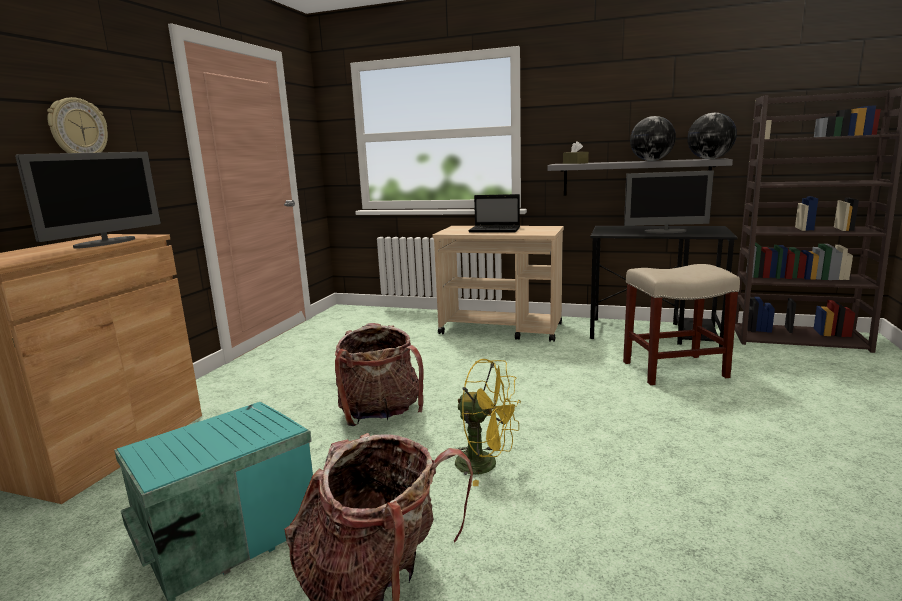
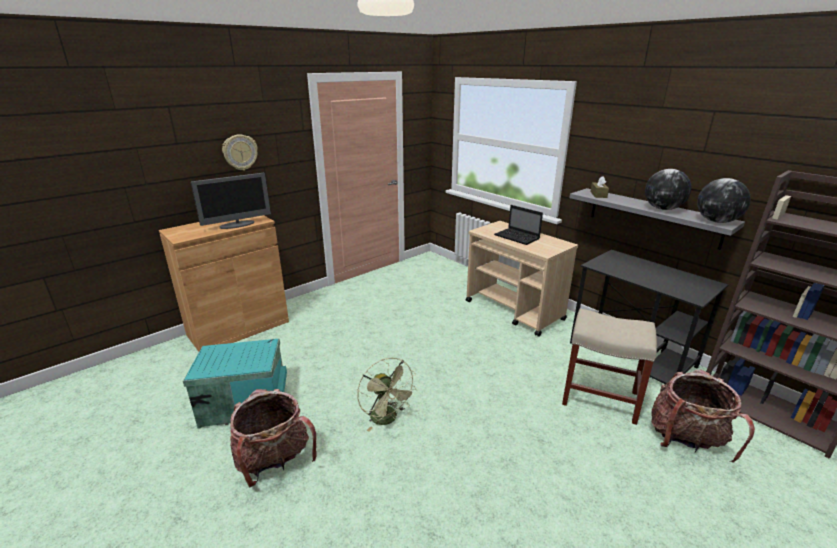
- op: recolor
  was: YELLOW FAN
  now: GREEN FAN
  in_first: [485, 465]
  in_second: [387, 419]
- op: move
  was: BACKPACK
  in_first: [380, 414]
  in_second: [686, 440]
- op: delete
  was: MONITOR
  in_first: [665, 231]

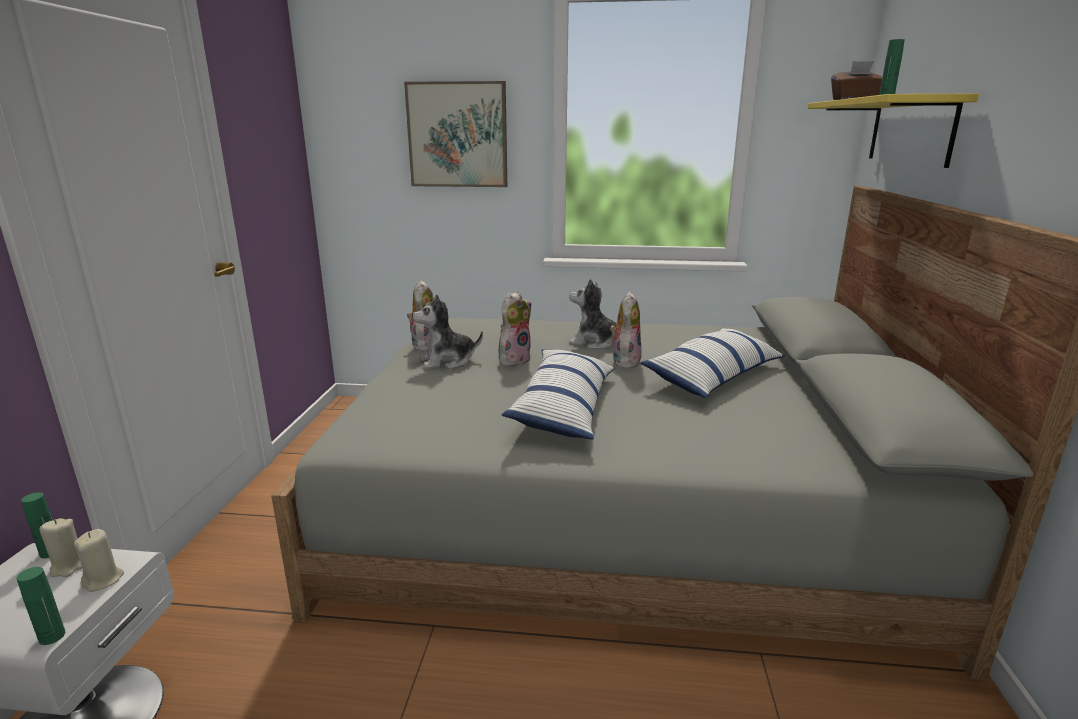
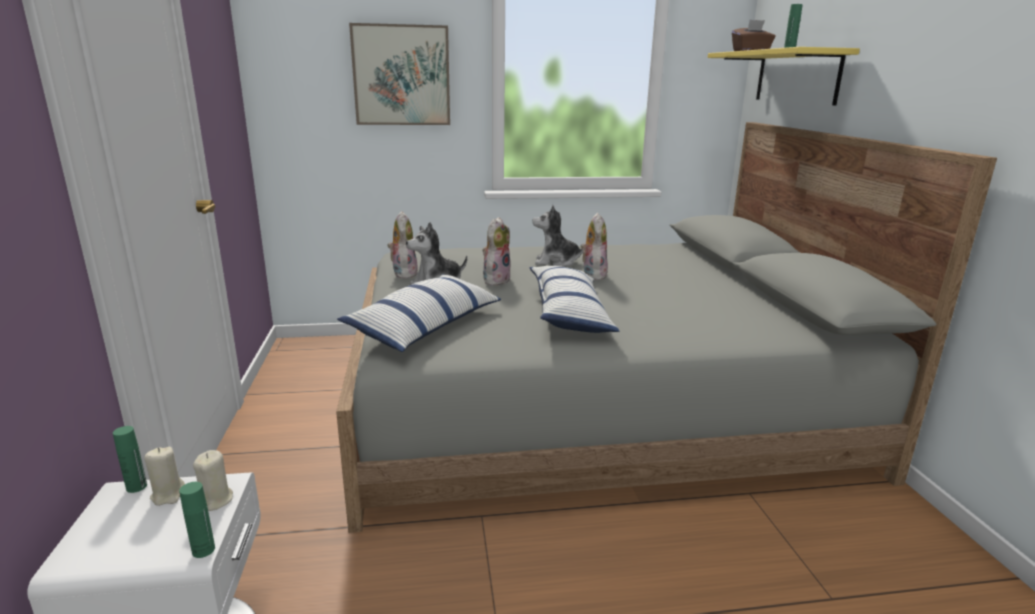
- op: move
  was: PILLOW
  in_first: [713, 376]
  in_second: [426, 326]

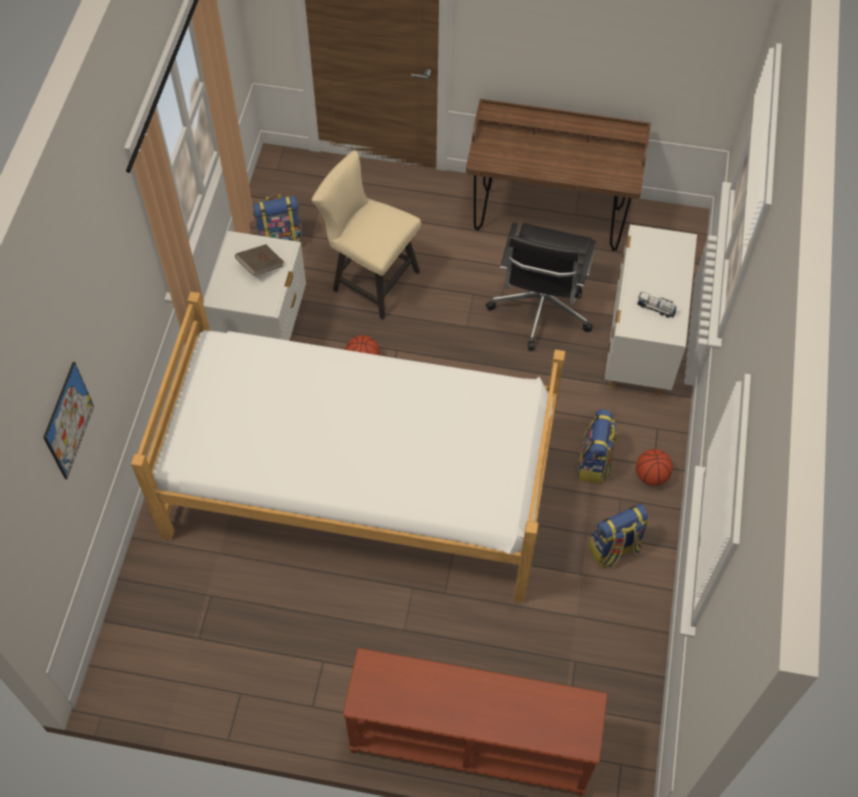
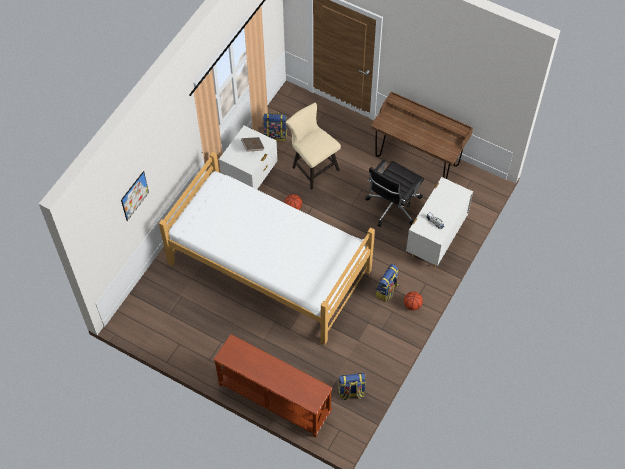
- op: move
  was: BACKPACK
  in_first: [614, 549]
  in_second: [351, 392]

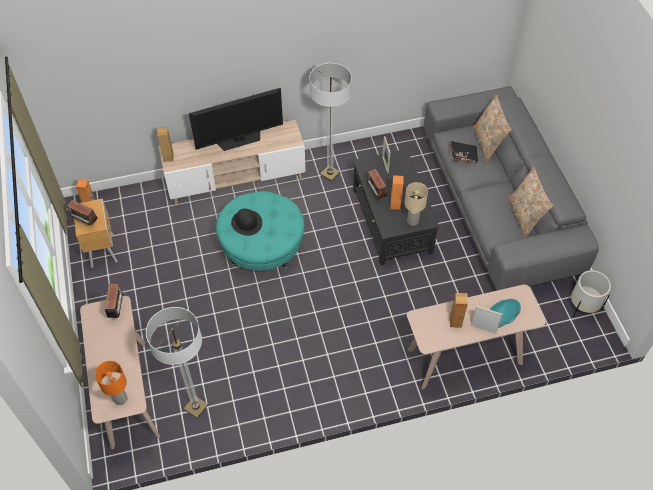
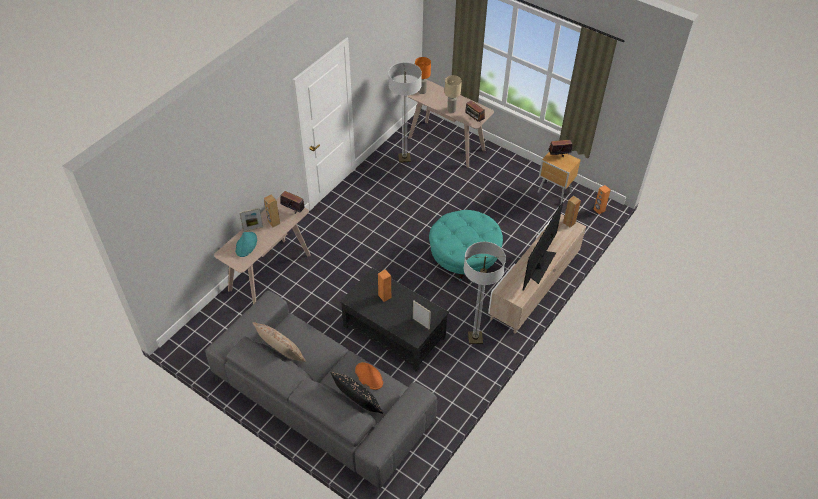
- op: move
  was: RADIO
  in_first: [376, 193]
  in_second: [293, 210]
- op: recolor
  was: BEIGE PILLOW
  now: BLACK PILLOW
  in_first: [487, 143]
  in_second: [358, 404]
- op: replace
  was: BLACK BOOK
  now: ORANGE HAT
  in_first: [463, 156]
  in_second: [368, 376]
- op: move
  was: BEIGE TABLE LAMP
  in_first: [413, 221]
  in_second: [451, 110]
- op: delete
  was: BLACK HAT
  in_first: [246, 222]
- op: delete
  was: WHITE PLANTER
  in_first: [583, 305]

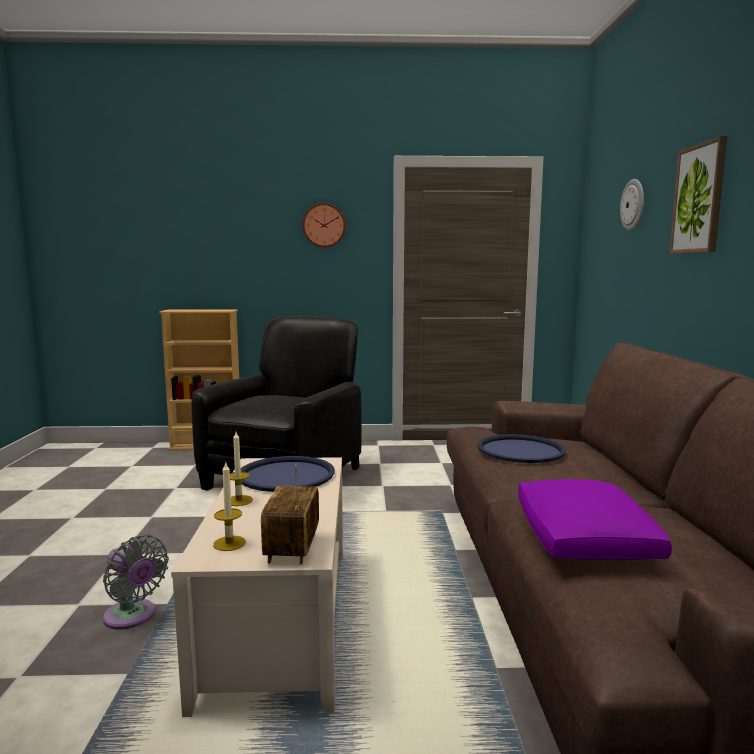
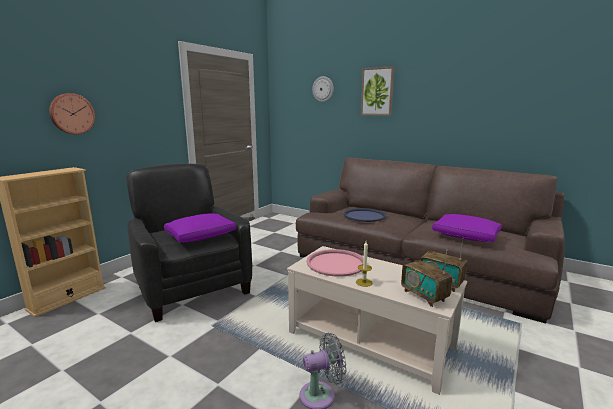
- op: move
  was: WALL CLOCK
  in_first: [324, 225]
  in_second: [71, 114]
- op: insert
  now: PURPLE PILLOW
  in_second: [201, 236]
- op: recolor
  was: BLUE TRAY
  now: PINK TRAY
  in_first: [286, 475]
  in_second: [336, 263]
- op: replace
  was: CANDLE
  now: RADIO
  in_first: [229, 543]
  in_second: [424, 296]

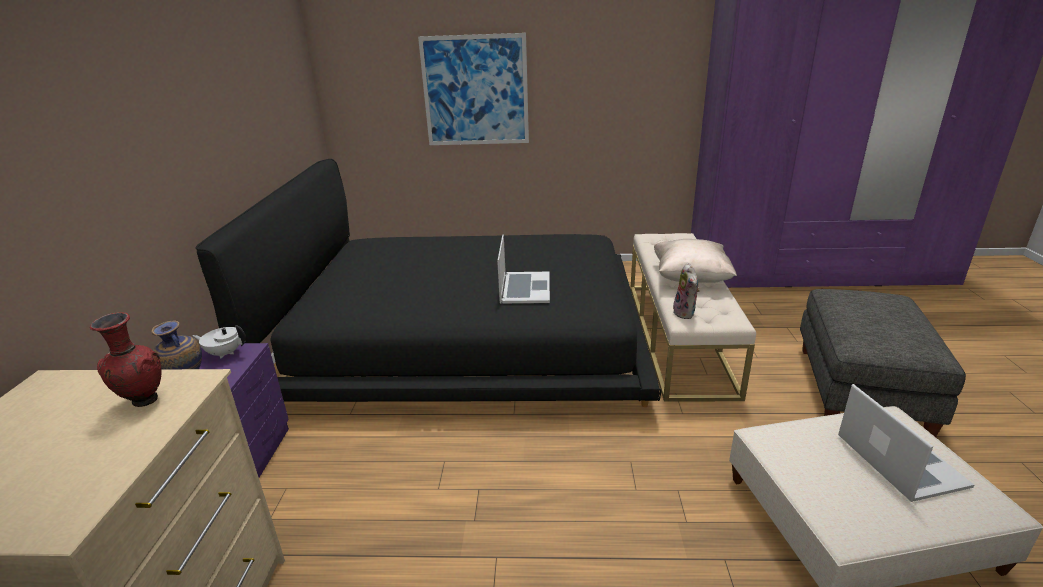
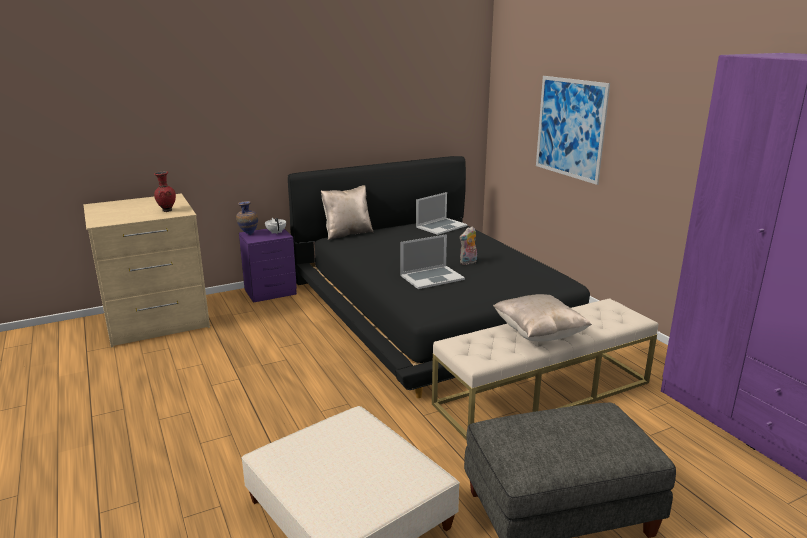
- op: insert
  now: BEIGE PILLOW
  in_second: [347, 234]
- op: move
  was: LAPTOP
  in_first: [899, 460]
  in_second: [441, 226]
- op: move
  was: PLUSH TOY
  in_first: [686, 313]
  in_second: [468, 262]

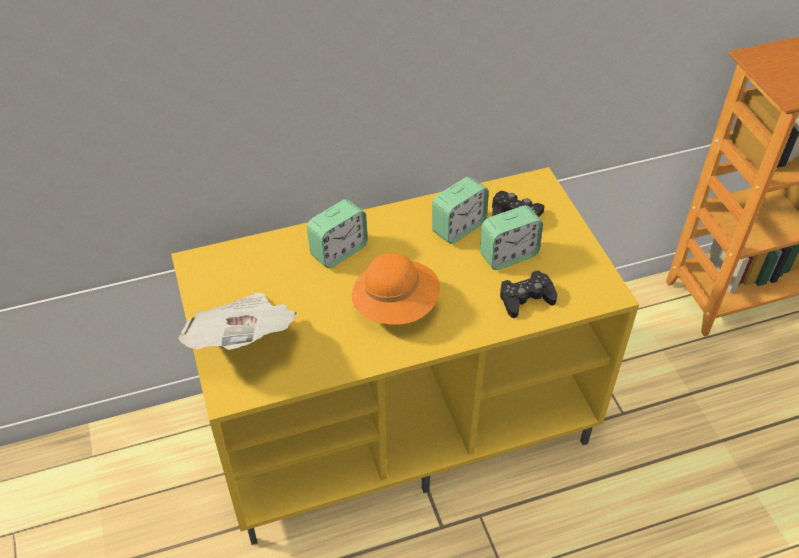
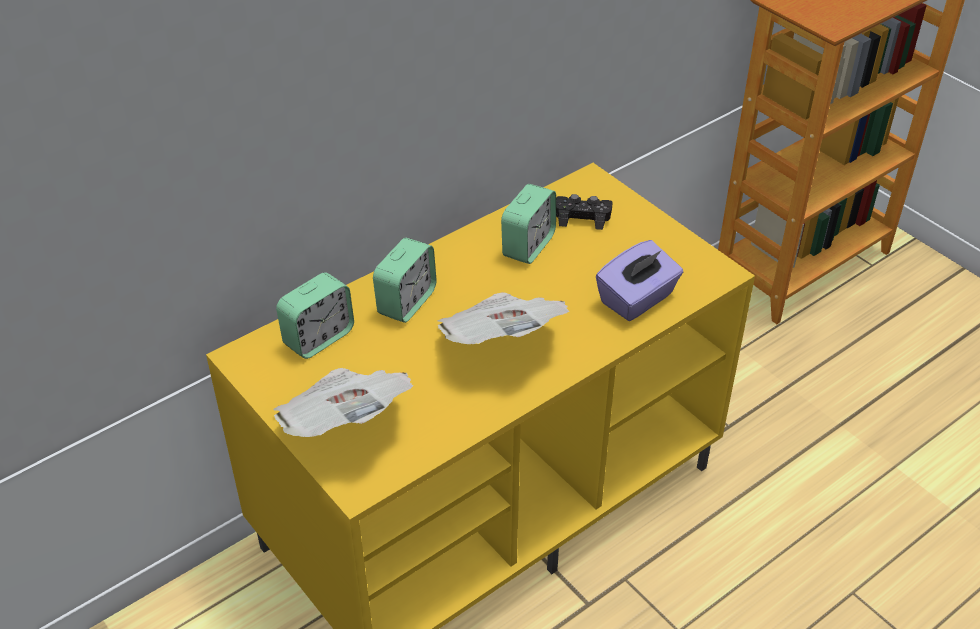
- op: move
  was: ALARM CLOCK
  in_first: [508, 255]
  in_second: [318, 338]
- op: replace
  was: ORANGE HAT
  now: NEWSPAPER
  in_first: [396, 305]
  in_second: [501, 342]
- op: replace
  was: BLACK GAME CONTROLLER
  now: PURPLE TISSUE BOX
  in_first: [526, 298]
  in_second: [637, 299]

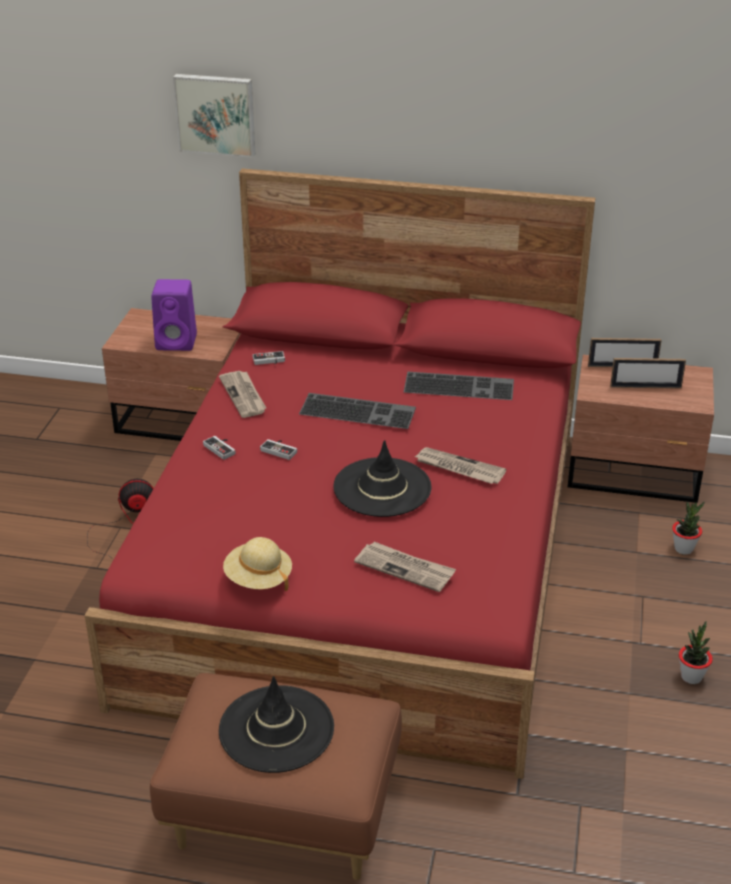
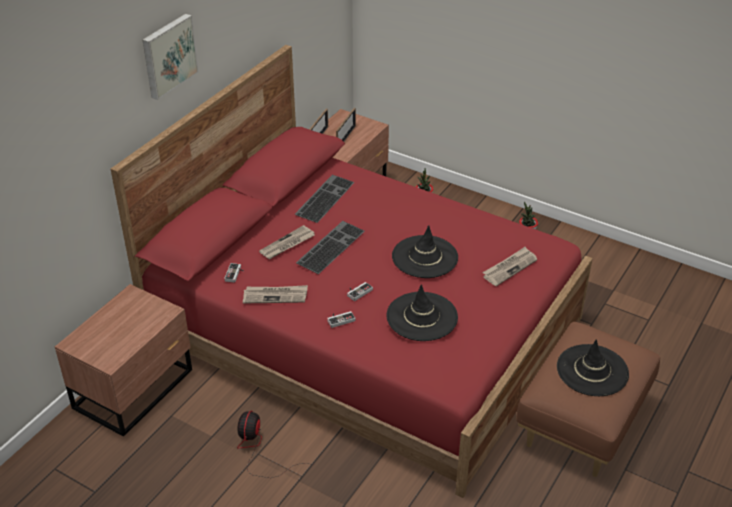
- op: move
  was: PICTURE
  in_first: [216, 114]
  in_second: [168, 55]
- op: move
  was: NEWSPAPER
  in_first: [458, 468]
  in_second: [287, 244]
- op: insert
  now: BLACK HAT
  in_second: [422, 317]
- op: delete
  was: PURPLE SPEAKER
  in_first: [178, 342]
- op: delete
  was: BEIGE HAT
  in_first: [258, 579]

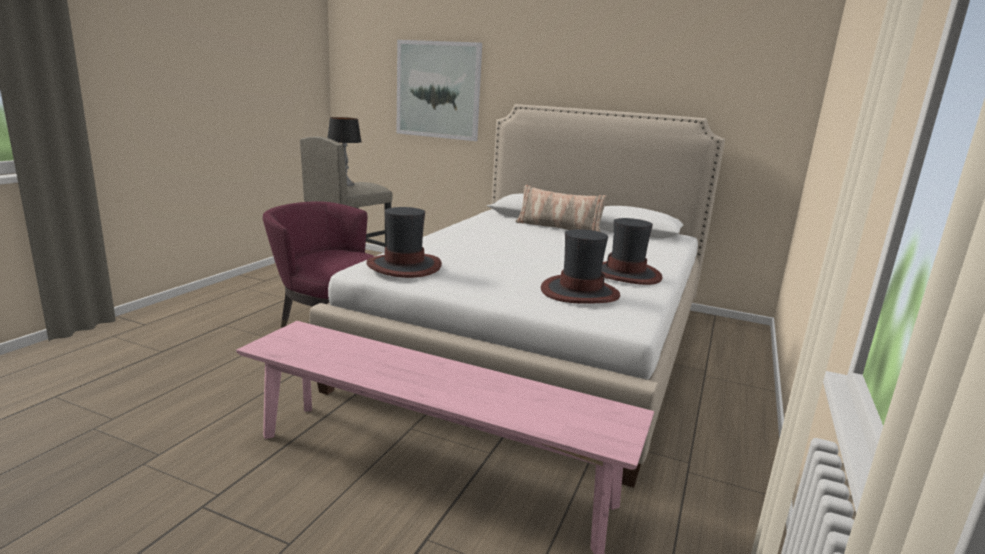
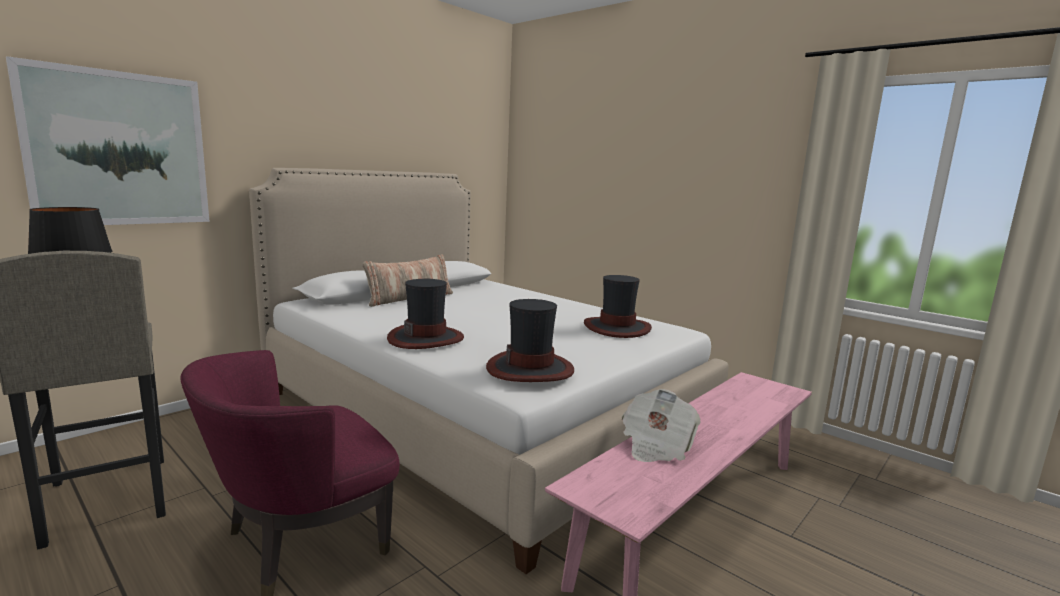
- op: move
  was: HAT
  in_first: [626, 274]
  in_second: [426, 338]
- op: insert
  now: NEWSPAPER
  in_second: [656, 445]

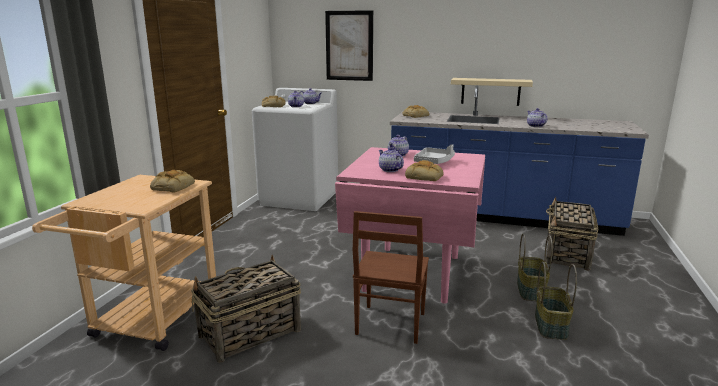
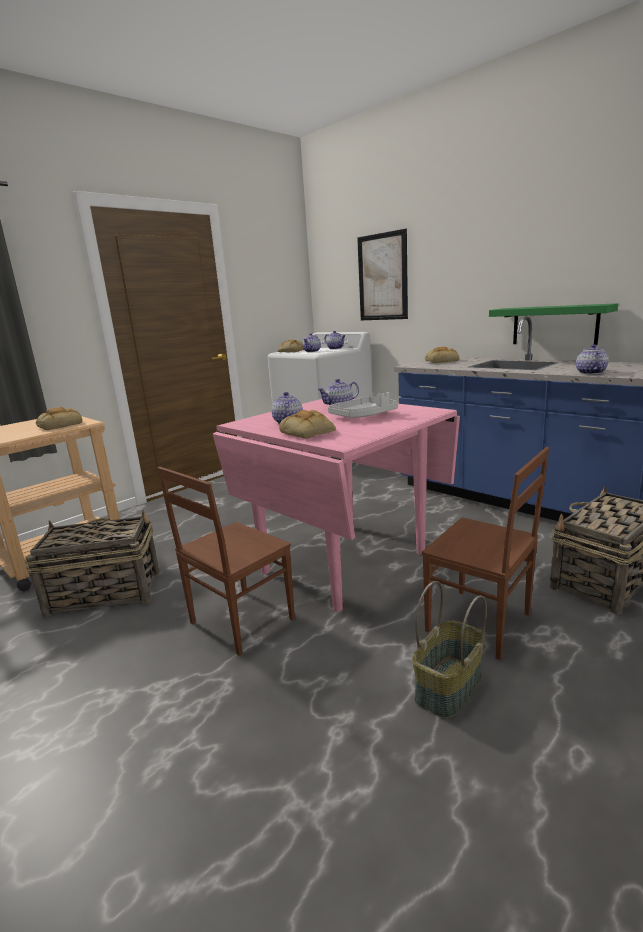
- op: replace
  was: BASKET
  now: BROWN CHAIR
  in_first: [531, 290]
  in_second: [479, 623]
- op: recolor
  was: BEIGE SHELF
  now: GREEN SHELF
  in_first: [490, 91]
  in_second: [554, 325]

